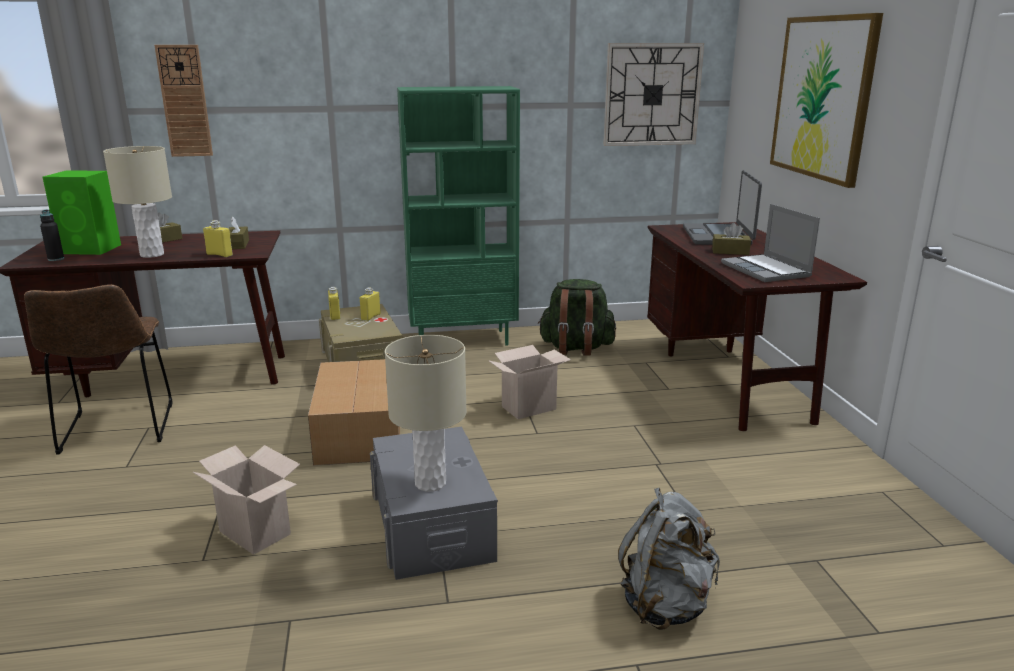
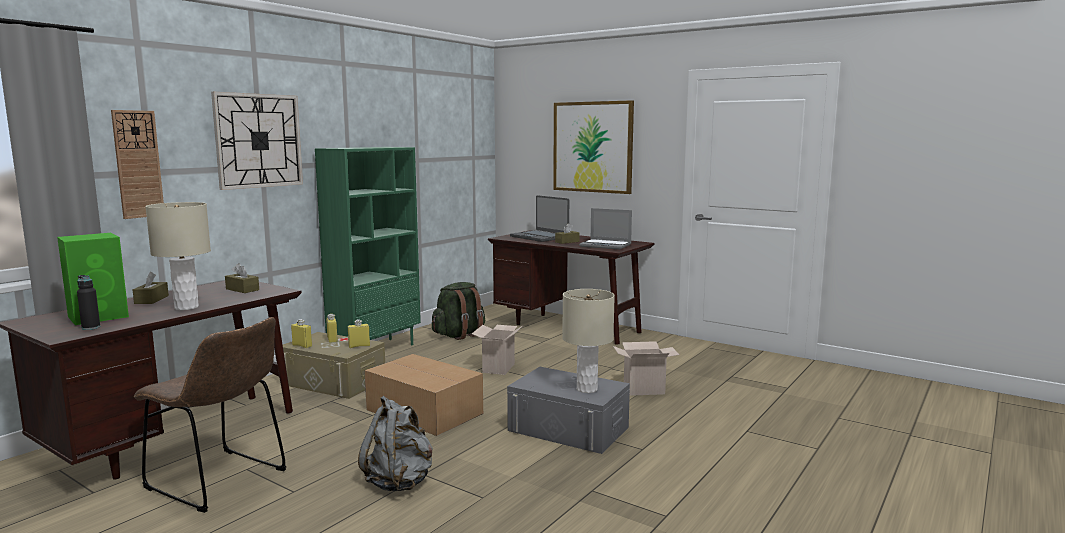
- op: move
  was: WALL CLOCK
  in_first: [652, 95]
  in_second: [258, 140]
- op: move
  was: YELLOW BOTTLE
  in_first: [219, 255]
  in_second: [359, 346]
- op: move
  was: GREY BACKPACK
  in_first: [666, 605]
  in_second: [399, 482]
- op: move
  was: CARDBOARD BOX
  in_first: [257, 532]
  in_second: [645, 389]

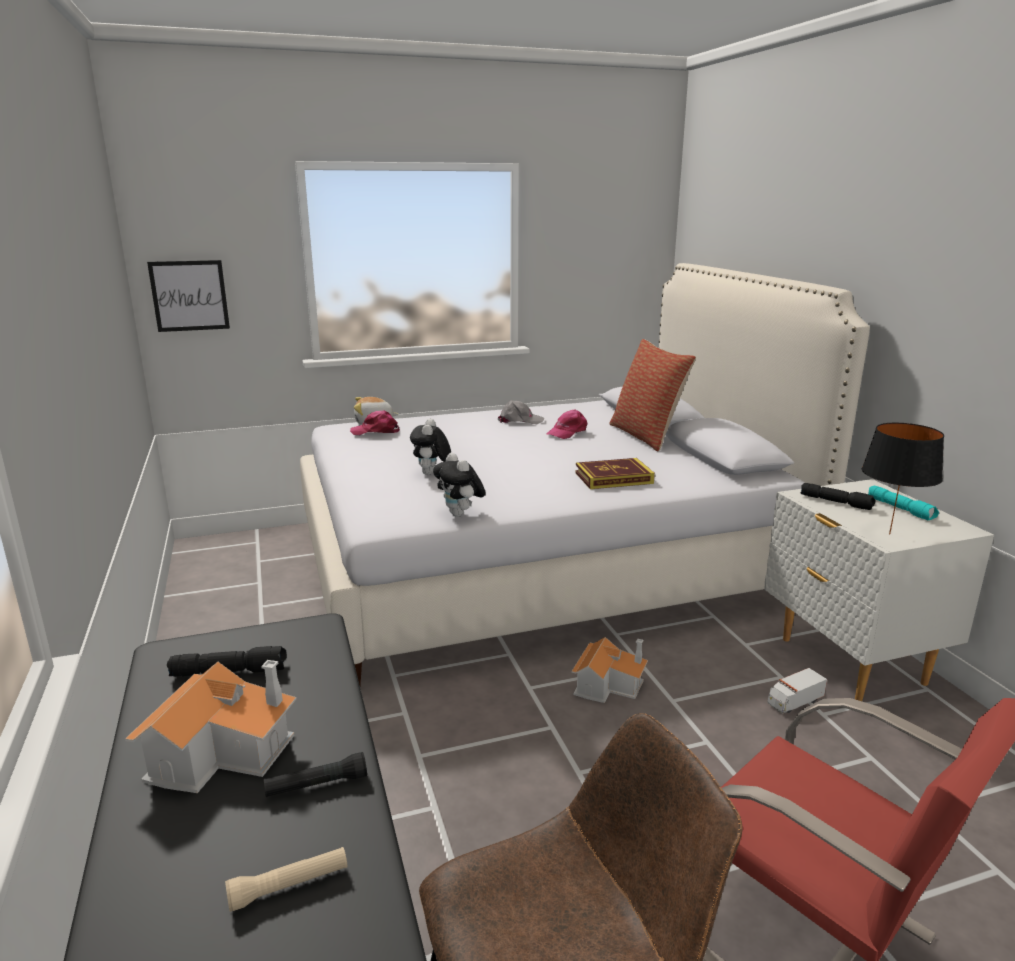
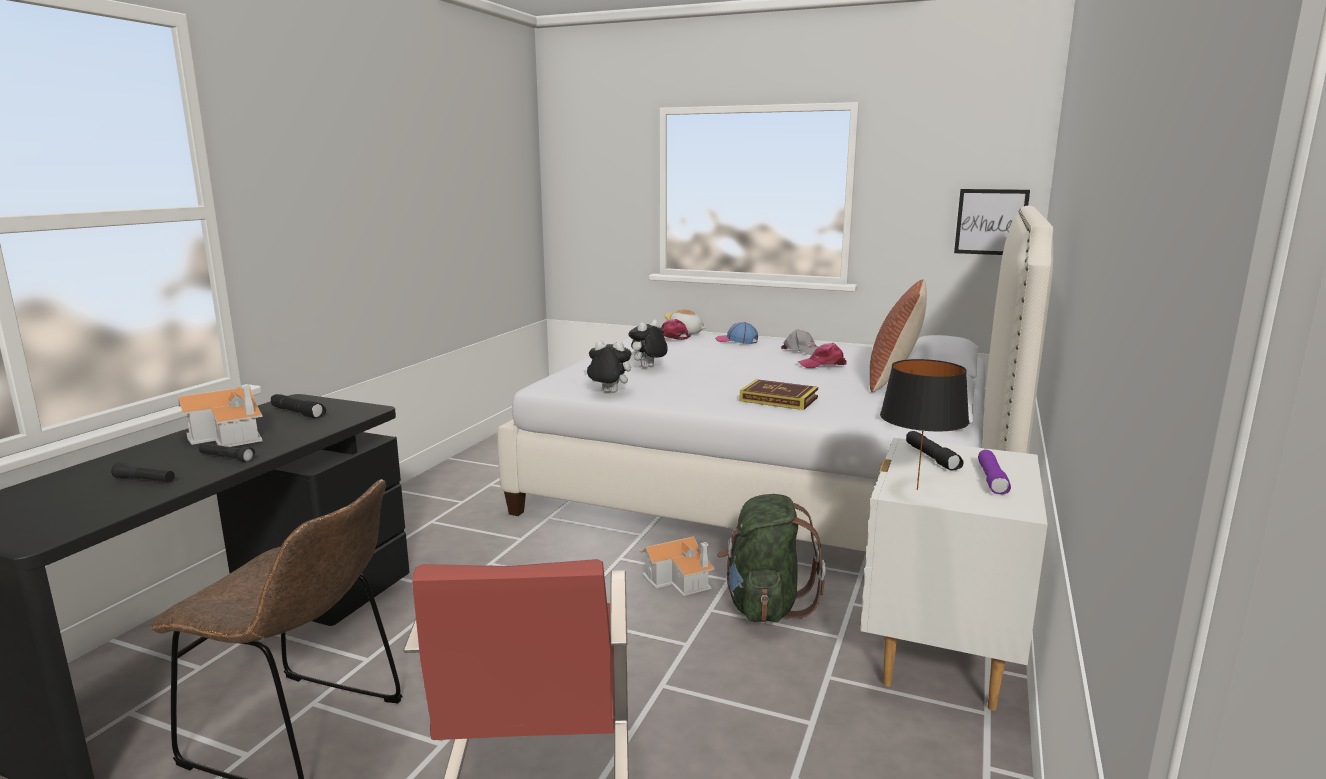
- op: recolor
  was: BEIGE FLASHLIGHT
  now: BLACK FLASHLIGHT
  in_first: [289, 886]
  in_second: [145, 480]
- op: rotate
  was: PLUSH TOY
  in_first: [460, 514]
  in_second: [608, 393]
  clockwise: 90
- op: insert
  now: CAP
  in_second: [736, 340]
- op: insert
  now: GREEN BACKPACK
  in_second: [765, 606]
- op: move
  was: PICTURE
  in_first: [189, 295]
  in_second: [991, 222]
- op: recolor
  was: TURQUOISE FLASHLIGHT
  now: PURPLE FLASHLIGHT
  in_first: [901, 509]
  in_second: [992, 480]
- op: delete
  was: TOY TRUCK
  in_first: [794, 702]

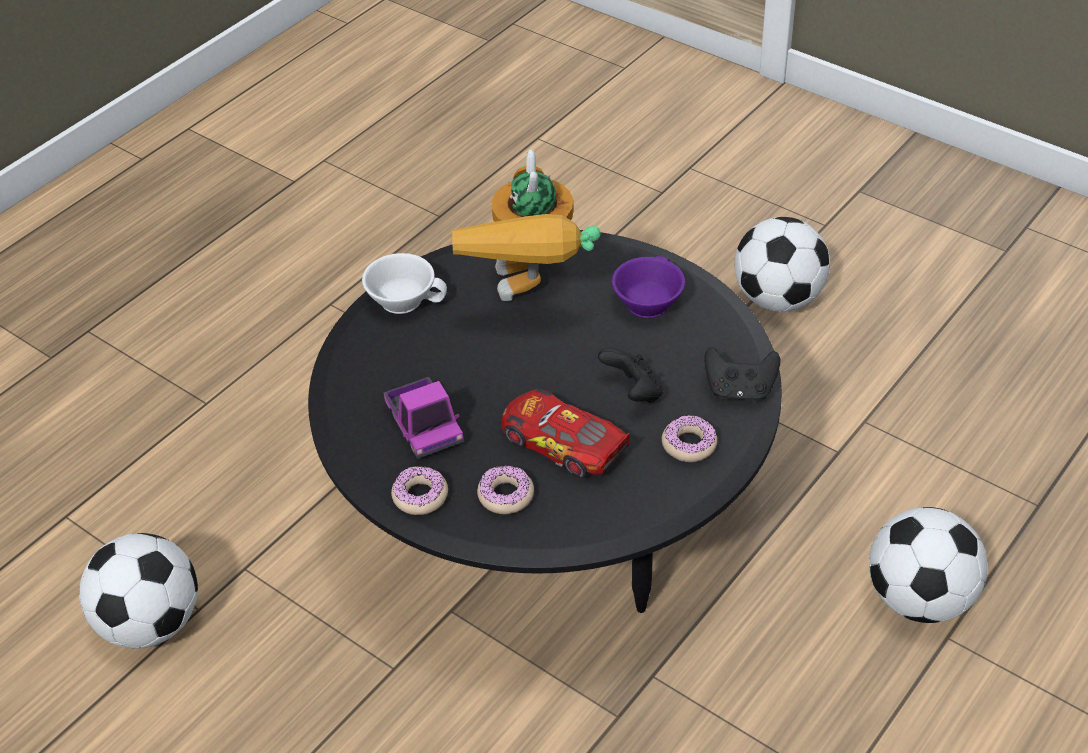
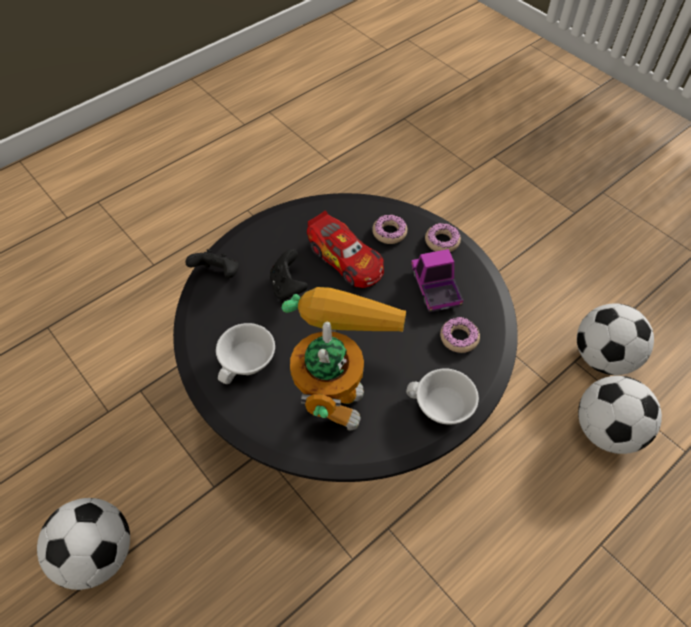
- op: recolor
  was: PURPLE CUP
  now: WHITE CUP
  in_first: [646, 301]
  in_second: [248, 363]
- op: move
  was: DONUT
  in_first: [689, 444]
  in_second: [459, 338]
- op: move
  was: FOOTBALL
  in_first: [919, 599]
  in_second: [606, 430]

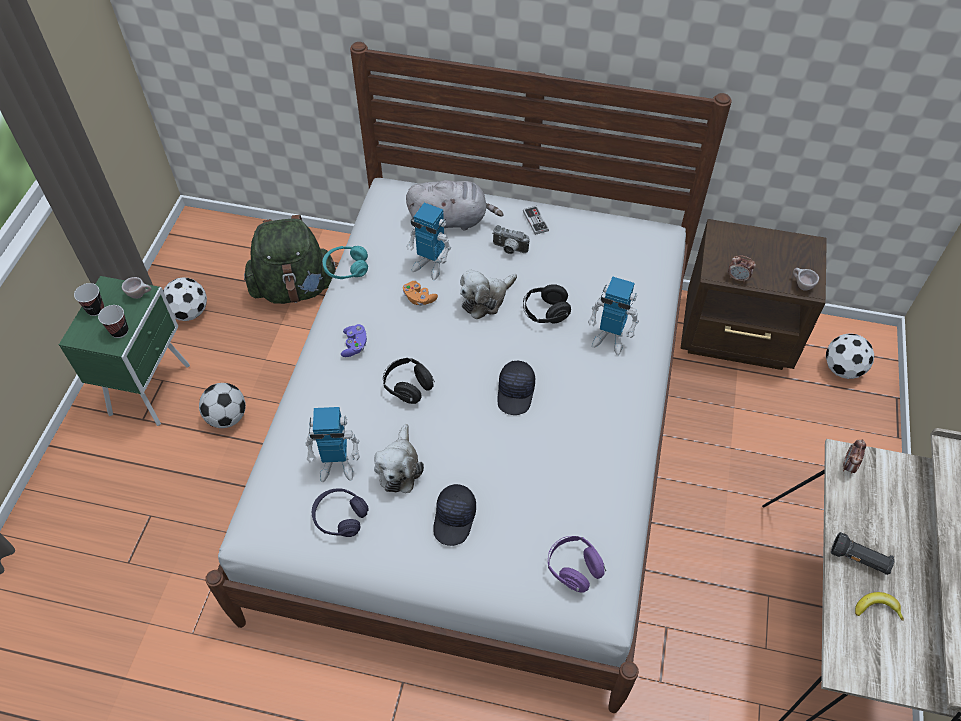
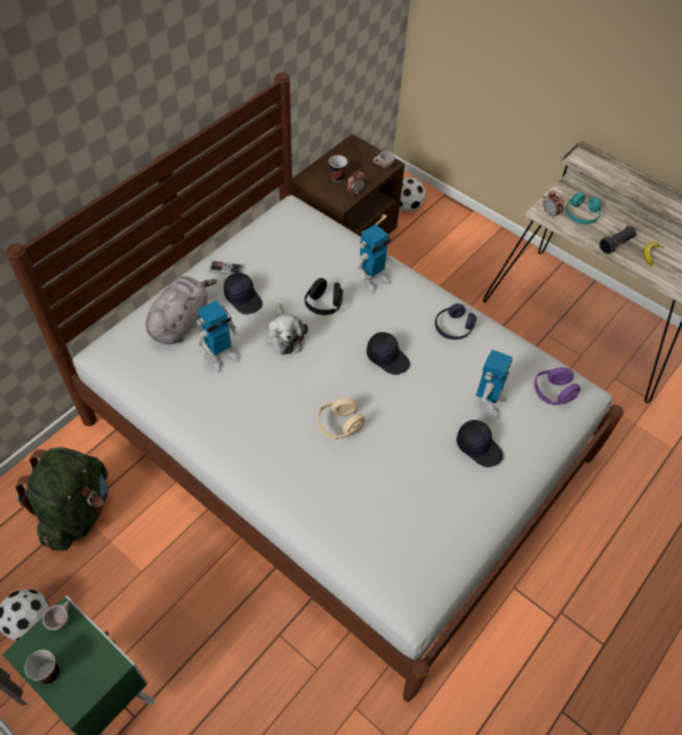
- op: replace
  was: PHOTO CAMERA
  now: BLACK CAP
  in_first: [509, 249]
  in_second: [243, 298]
- op: recolor
  was: BLACK HEADPHONES
  now: BEIGE HEADPHONES
  in_first: [408, 387]
  in_second: [339, 425]
- op: move
  was: CUP
  in_first: [119, 331]
  in_second: [337, 177]
- op: move
  was: PURPLE HEADPHONES
  in_first: [340, 517]
  in_second: [453, 327]
- op: move
  was: TOY ROBOT
  in_first: [337, 465]
  in_second: [488, 403]
- op: move
  was: TURQUOISE HEADPHONES
  in_first: [346, 268]
  in_second: [581, 214]
- op: delete
  was: FOOTBALL
  in_first: [227, 417]
- op: delete
  was: PURPLE GAME CONTROLLER
  in_first: [354, 345]
- op: delete
  was: PLUSH TOY
  in_first: [399, 467]
- op: delete
  was: ORANGE GAME CONTROLLER
  in_first: [419, 298]

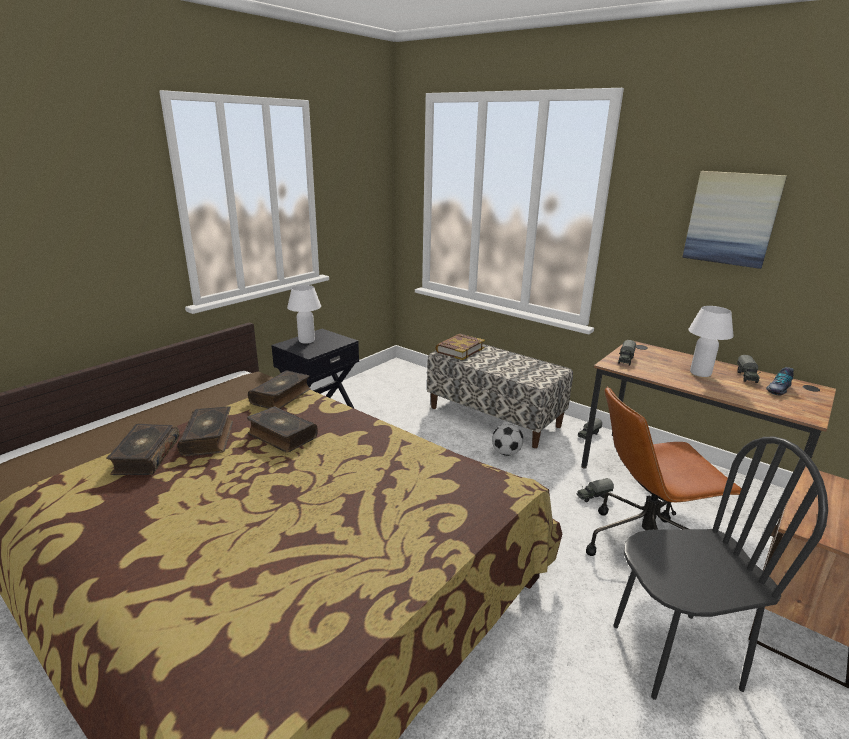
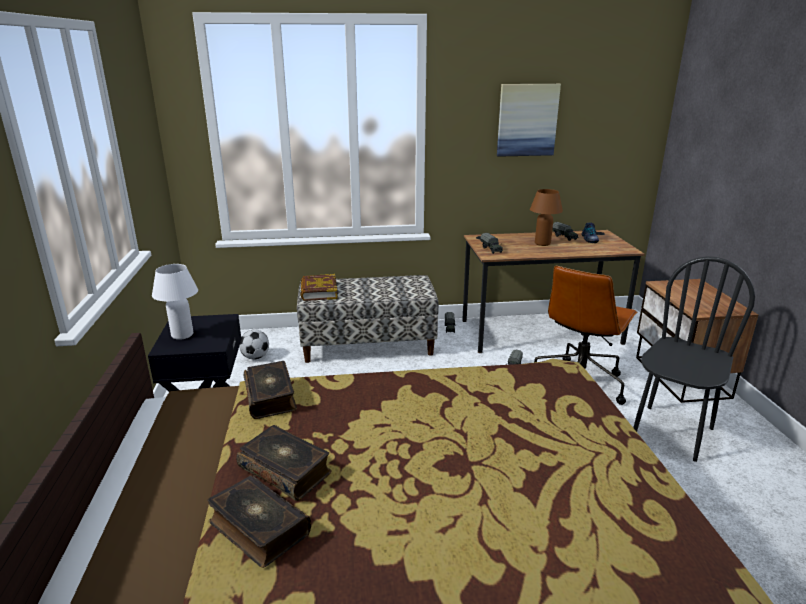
- op: move
  was: FOOTBALL
  in_first: [506, 453]
  in_second: [255, 357]
- op: recolor
  was: WHITE TABLE LAMP
  now: BROWN TABLE LAMP
  in_first: [700, 373]
  in_second: [542, 243]
- op: delete
  was: BOOK
  in_first: [281, 436]

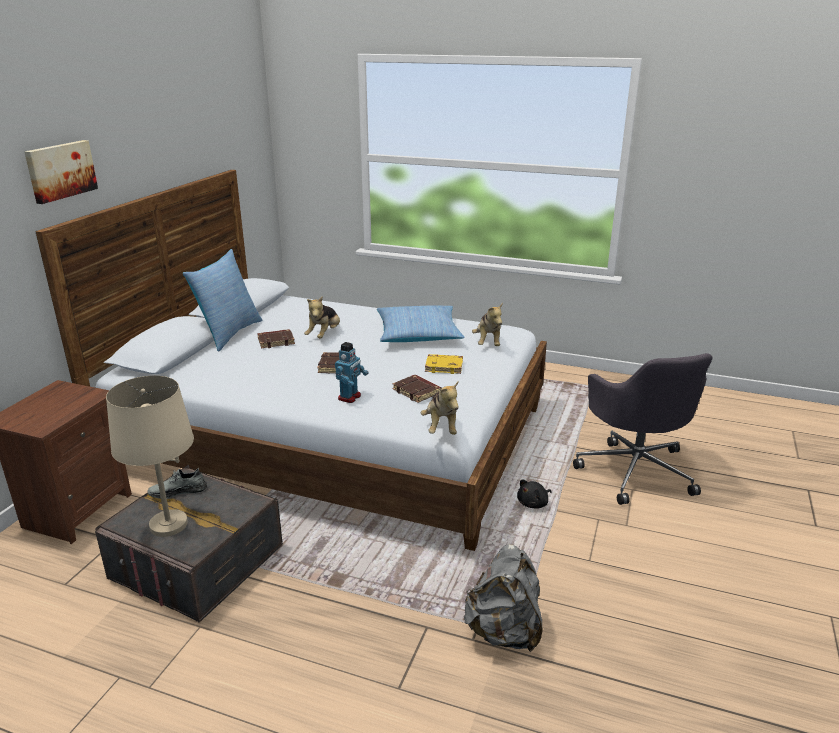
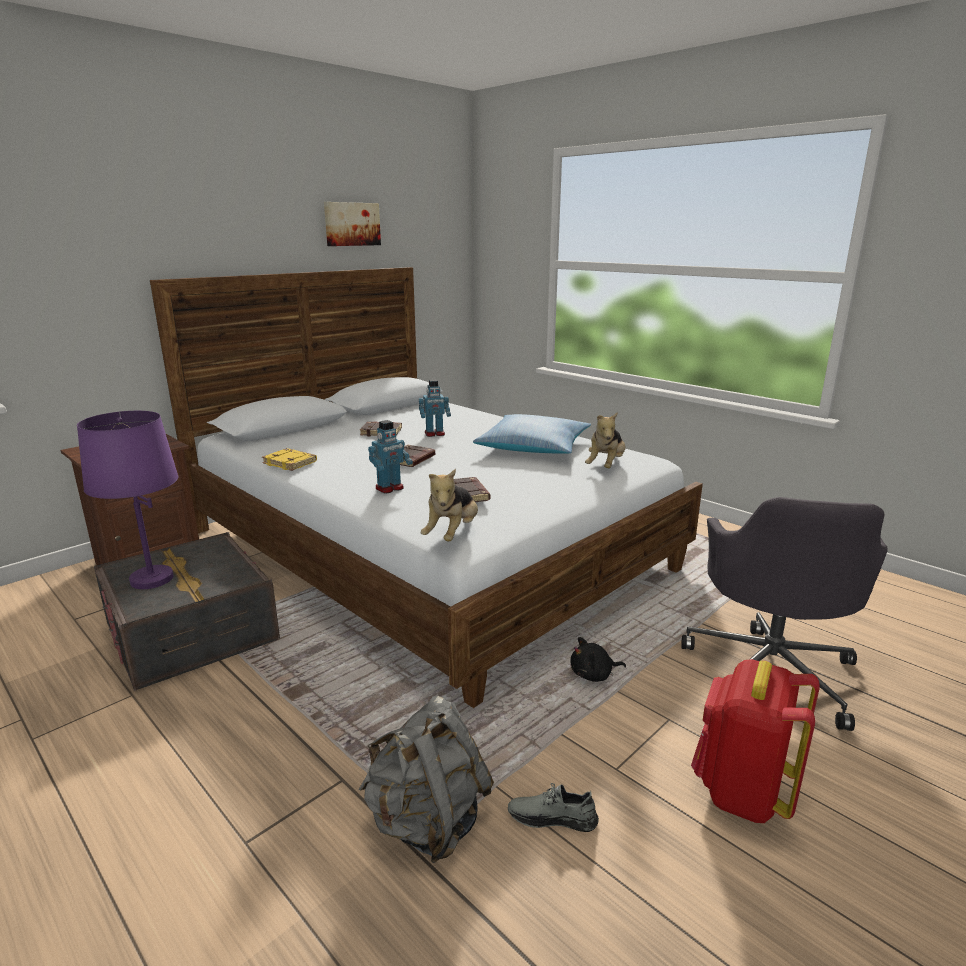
- op: recolor
  was: BEIGE TABLE LAMP
  now: PURPLE TABLE LAMP
  in_first: [168, 525]
  in_second: [151, 579]
- op: move
  was: YELLOW BOOK
  in_first: [444, 366]
  in_second: [291, 463]
- op: move
  was: PICTURE
  in_first: [60, 170]
  in_second: [351, 224]
- op: replace
  was: PLUSH TOY
  now: TOY ROBOT
  in_first: [324, 335]
  in_second: [434, 434]
- op: move
  was: GREY SHOE
  in_first: [178, 491]
  in_second: [552, 817]
- op: insert
  now: RED BACKPACK
  in_second: [741, 792]
- op: delete
  was: PILLOW
  in_first: [228, 334]

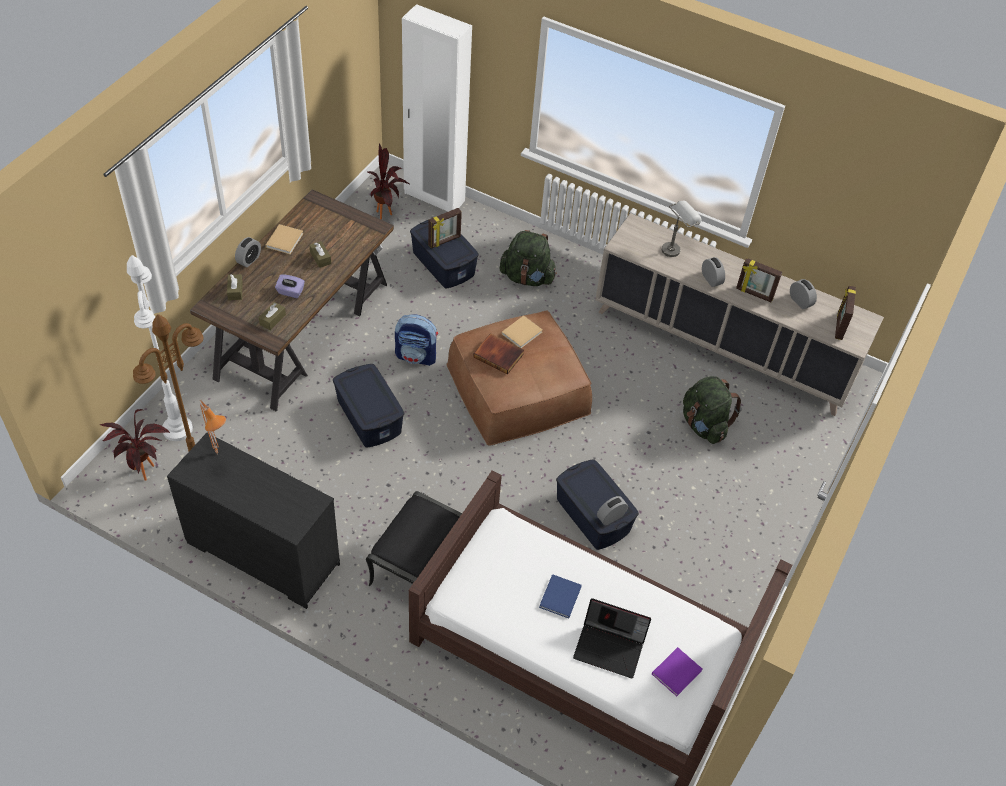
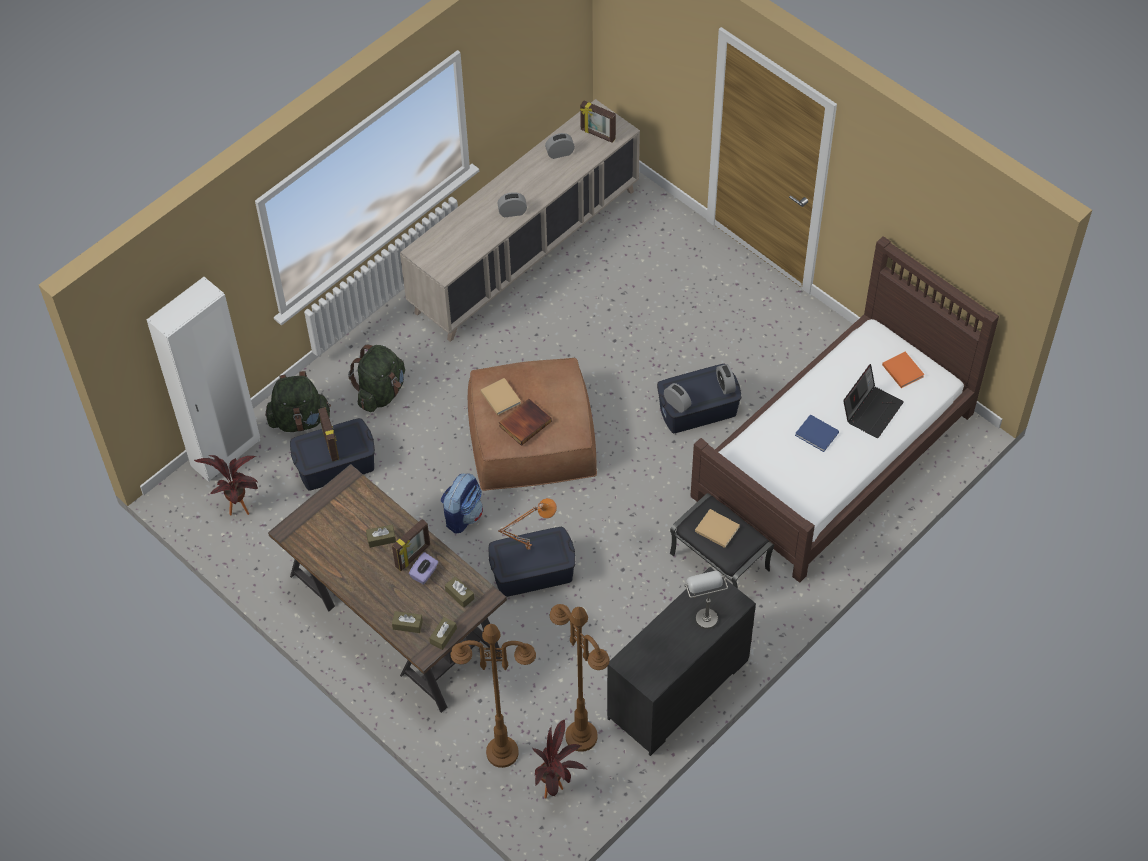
- op: move
  was: GREEN BACKPACK
  in_first: [704, 425]
  in_second: [300, 420]
- op: move
  was: PICTURE FRAME
  in_first: [754, 294]
  in_second: [413, 556]
- op: insert
  now: BROWN TISSUE BOX
  in_second: [443, 636]
- op: recolor
  was: WHITE FLOOR LAMP
  now: BROWN FLOOR LAMP
  in_first: [178, 429]
  in_second: [503, 752]
- op: move
  was: ORANGE TABLE LAMP
  in_first: [218, 453]
  in_second: [528, 548]
- op: move
  was: ALARM CLOCK
  in_first: [249, 260]
  in_second: [677, 404]
- op: move
  was: GREY TABLE LAMP
  in_first: [675, 247]
  in_second: [703, 612]
- op: move
  was: BEIGE BOOK
  in_first: [285, 239]
  in_second: [716, 528]
- op: recolor
  was: PURPLE BOOK
  now: ORANGE BOOK
  in_first: [677, 671]
  in_second: [902, 370]

